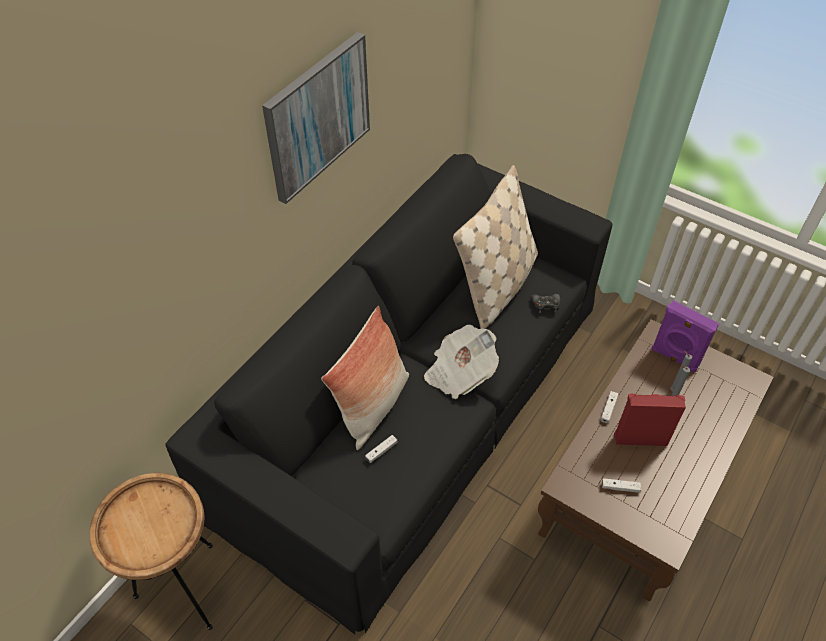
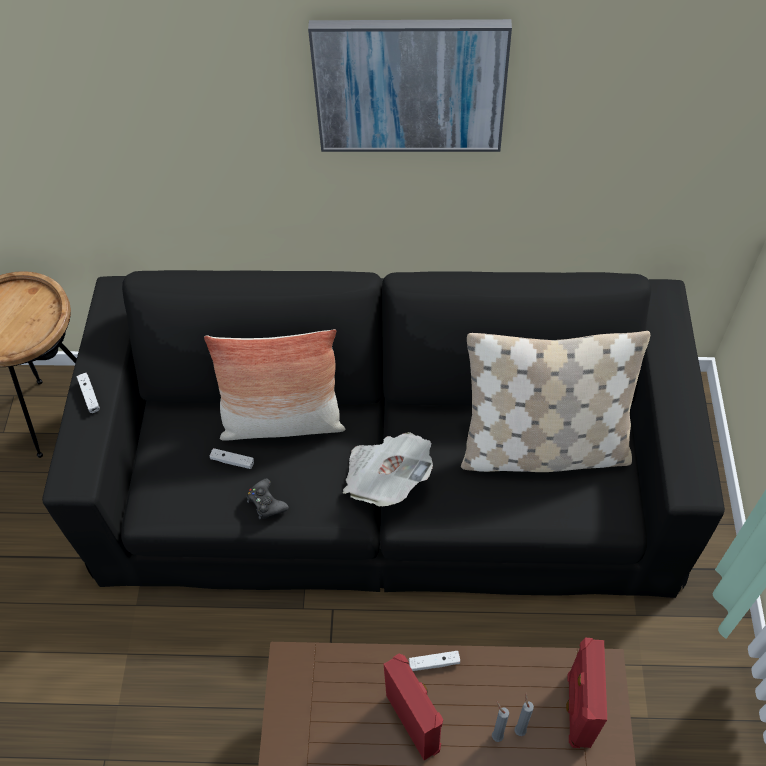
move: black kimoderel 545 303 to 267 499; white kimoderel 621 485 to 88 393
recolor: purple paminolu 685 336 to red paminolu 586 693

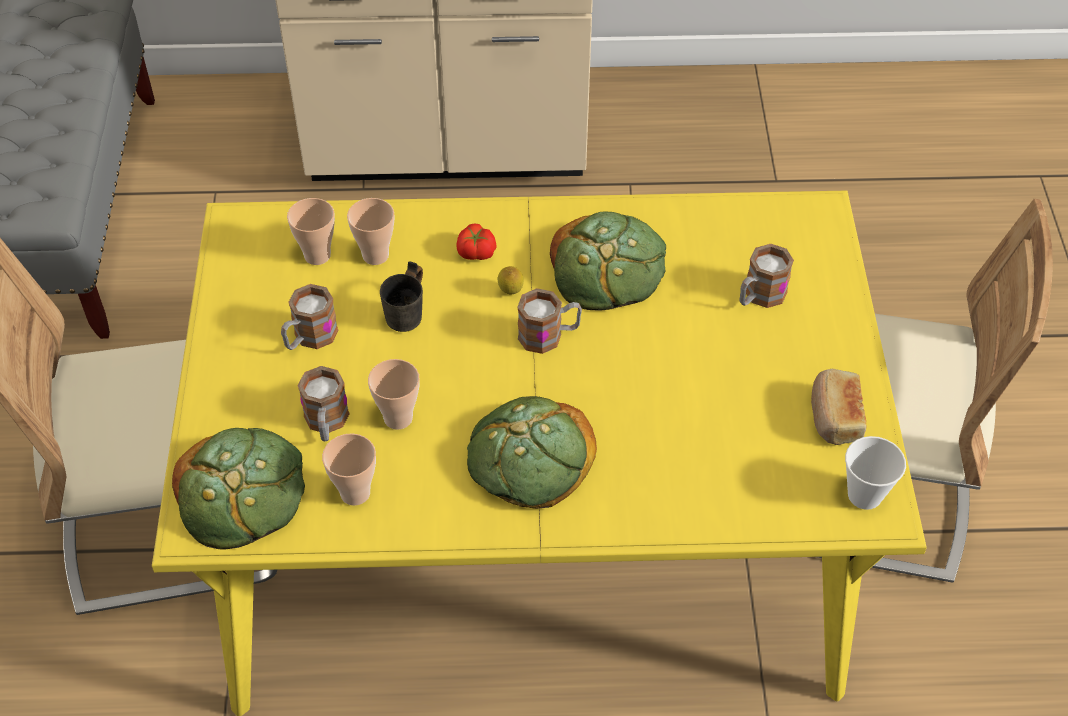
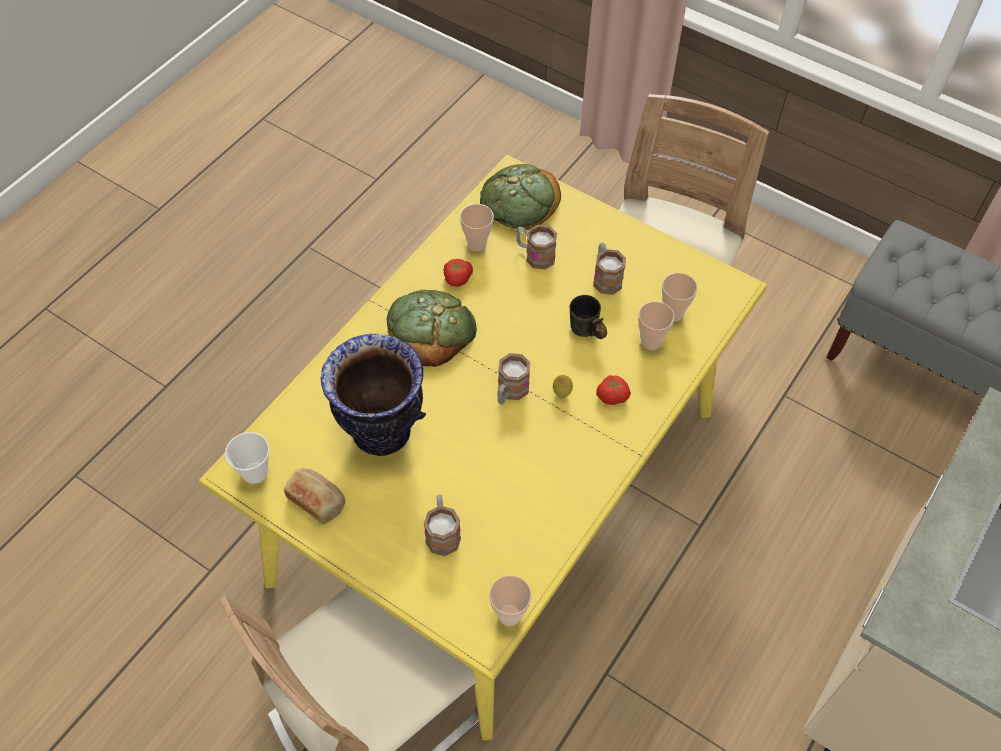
delete: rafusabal 608 261
insert: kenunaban 373 395; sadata 458 273
move: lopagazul 394 394 to 510 600

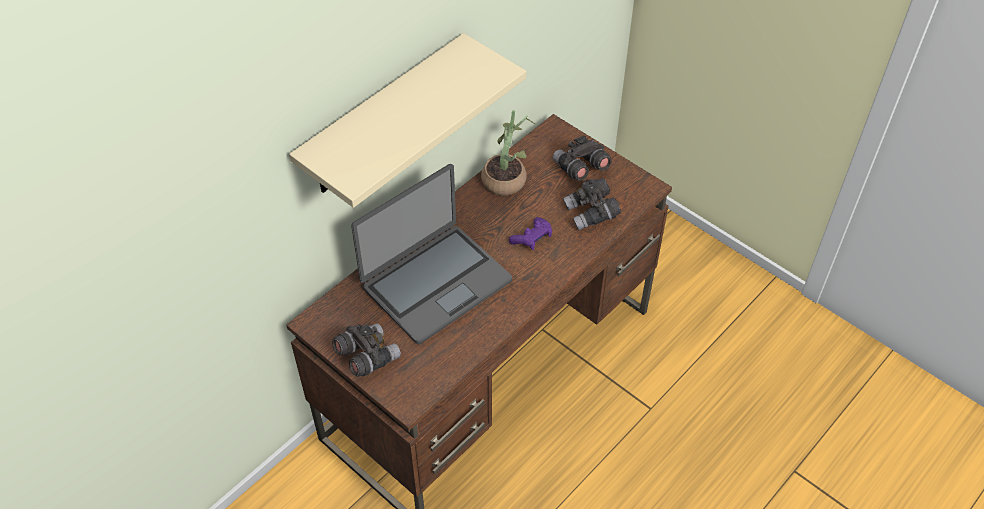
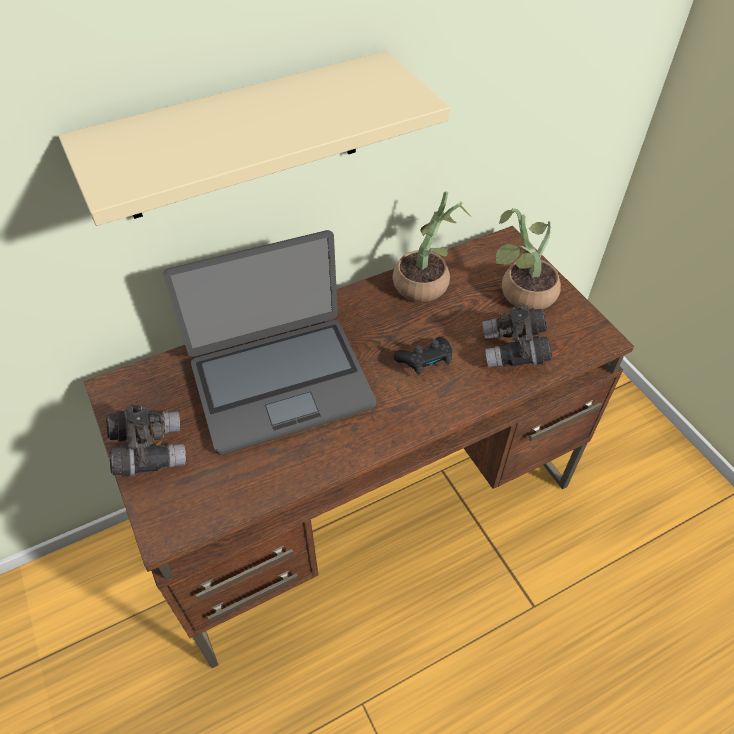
replace: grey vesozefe 582 158 to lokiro 528 259
recolor: purple kimoderel 530 233 to black kimoderel 423 356

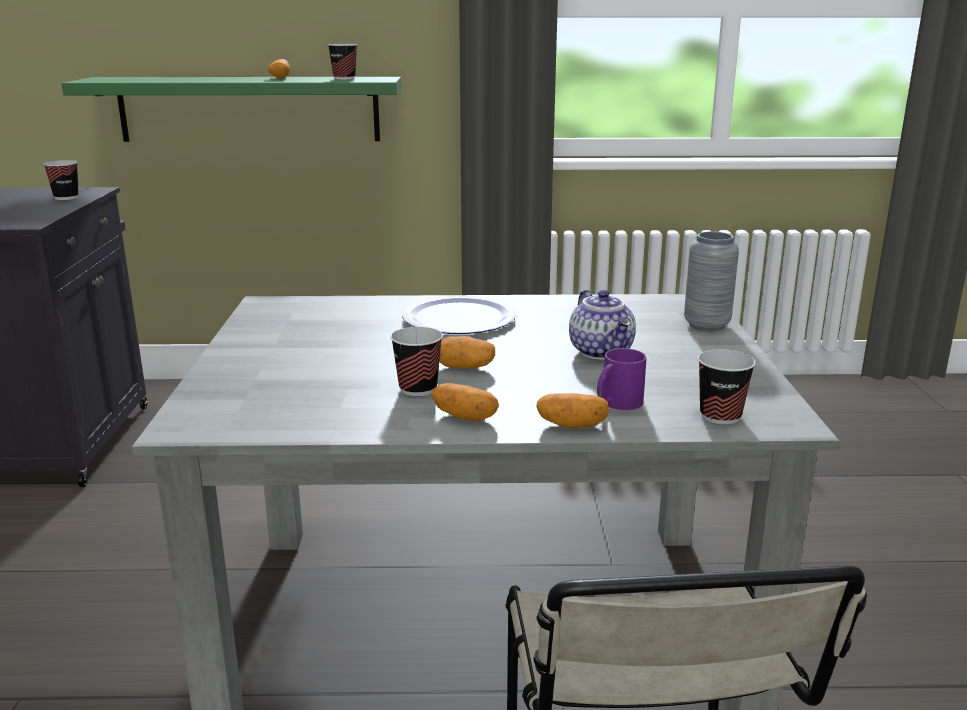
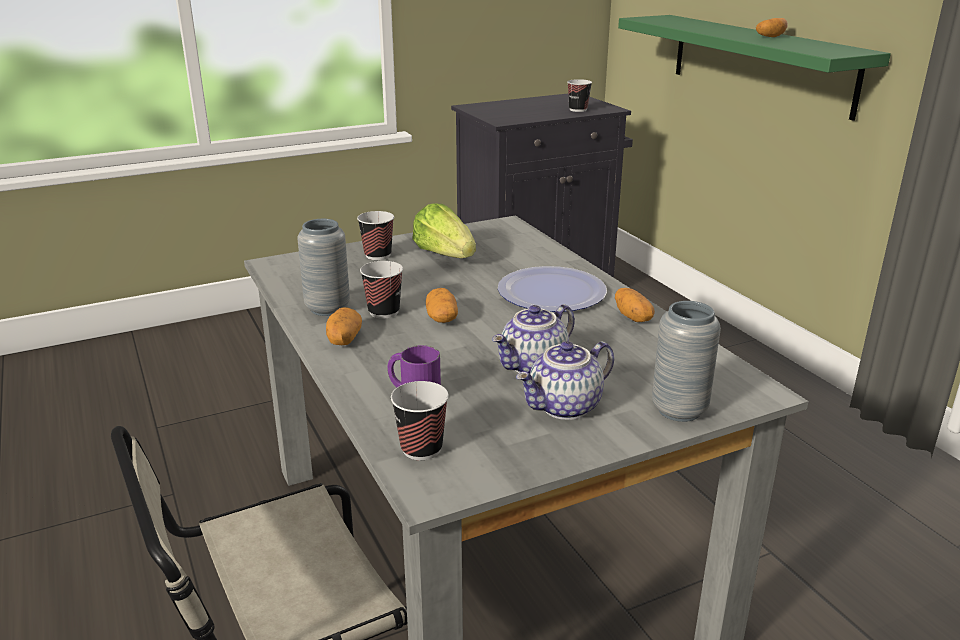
insert: grey kenunaban 323 267; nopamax 444 231; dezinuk 565 380
move: lopagazul 343 62 to 375 235; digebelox 573 410 to 635 305

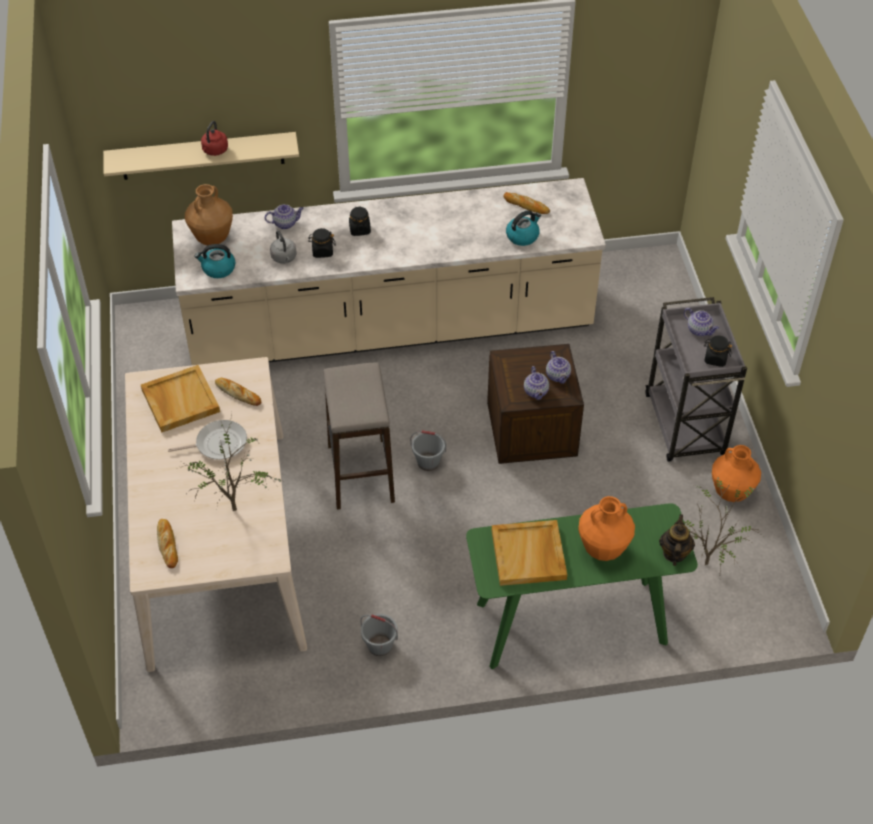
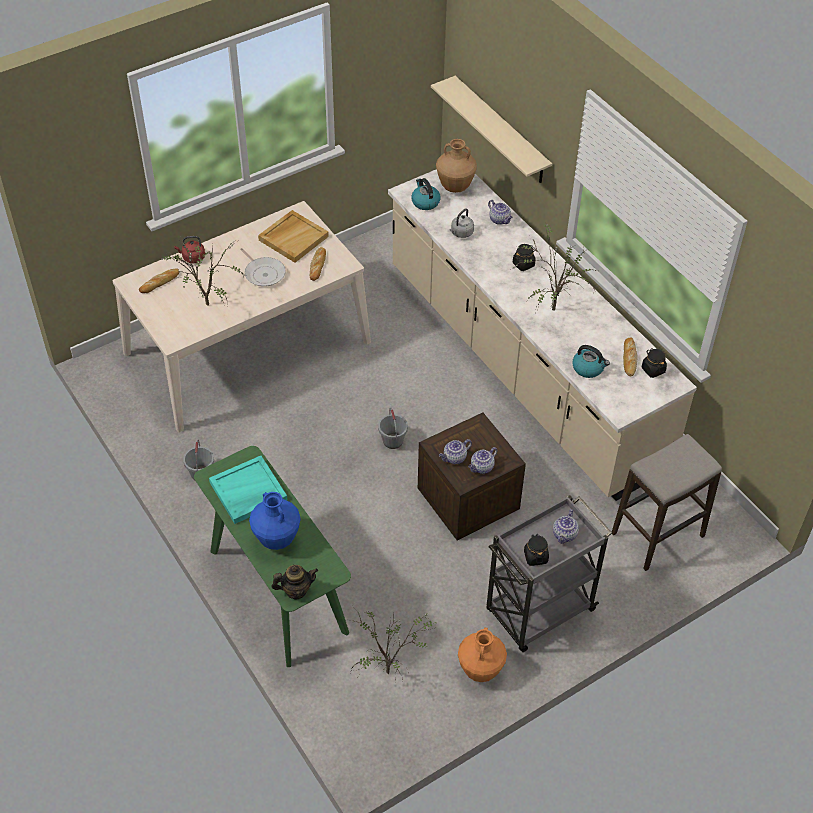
insert: lokiro 556 267
move: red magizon 214 138 to 189 249; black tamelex 322 243 to 654 363; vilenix 359 436 to 667 502
recolor: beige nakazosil 529 553 to turquoise nakazosil 248 490; orange kenunaban 606 528 to blue kenunaban 275 521

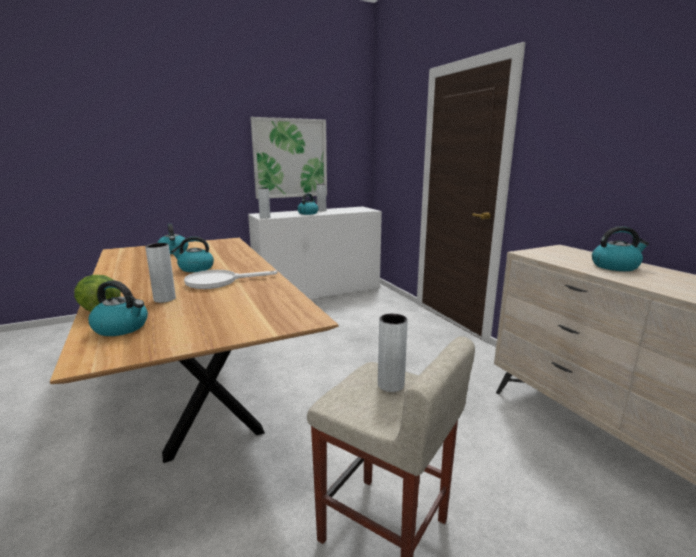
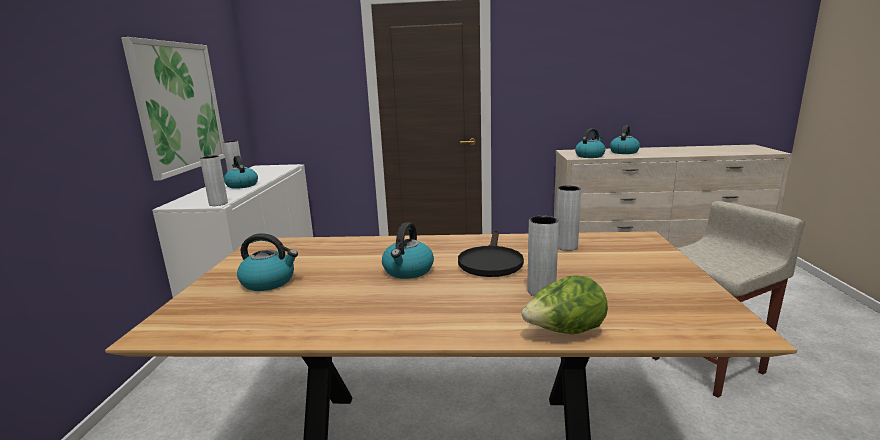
move: magizon 118 308 to 590 143; grey kenunaban 393 352 to 568 218
recolor: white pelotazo 230 279 to black pelotazo 491 253

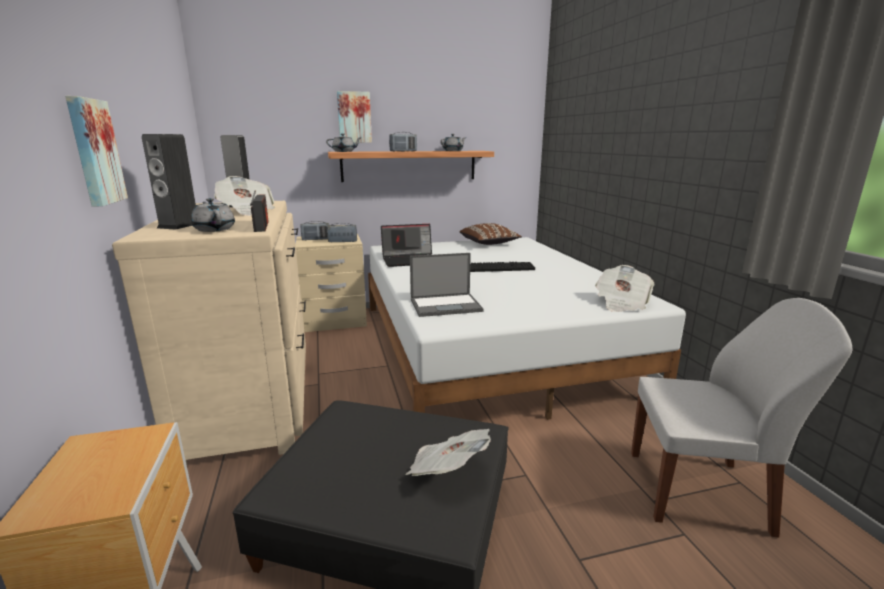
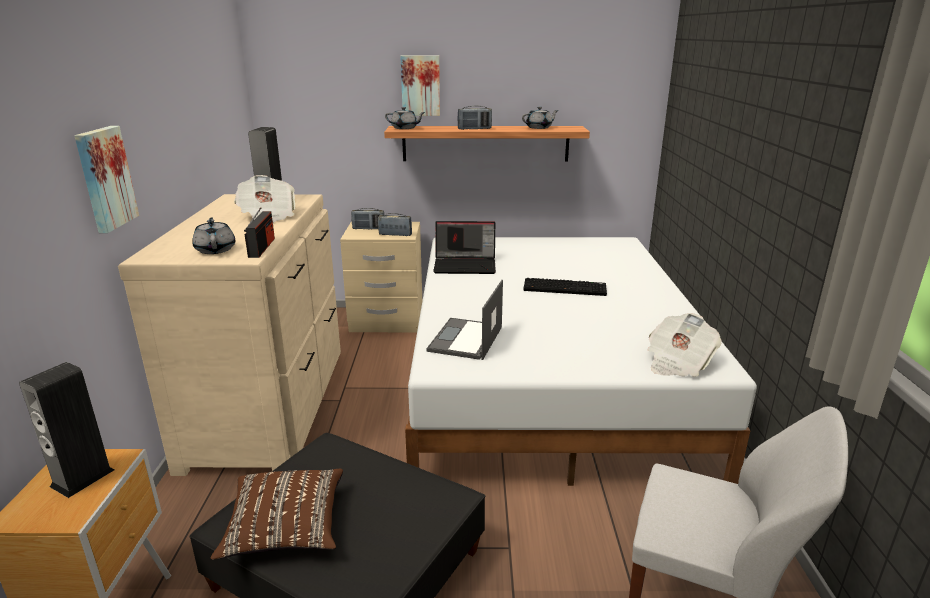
delete: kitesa 448 452
move: paminolu 169 181 to 66 430; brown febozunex 491 234 to 276 514
rotate: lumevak 447 285 = 465 320 105 degrees clockwise

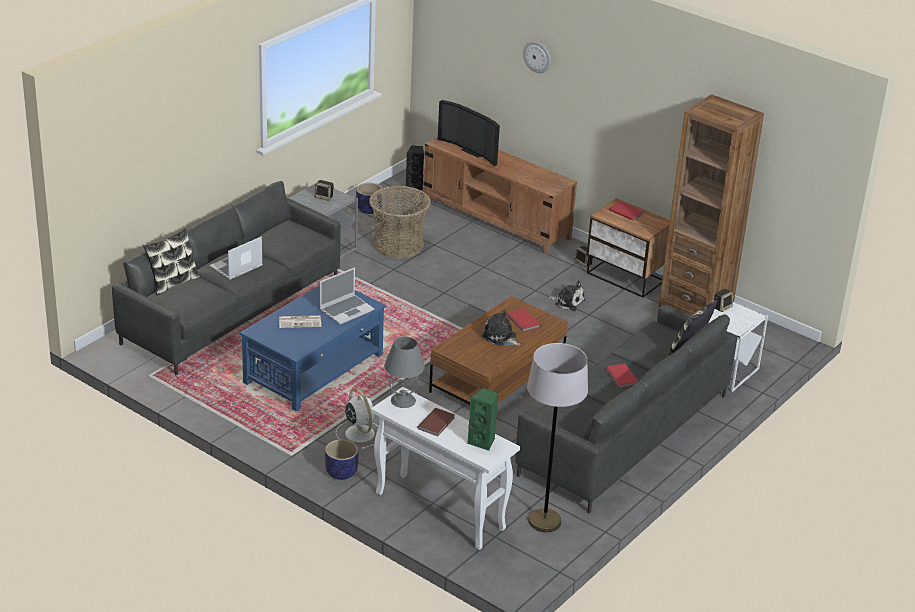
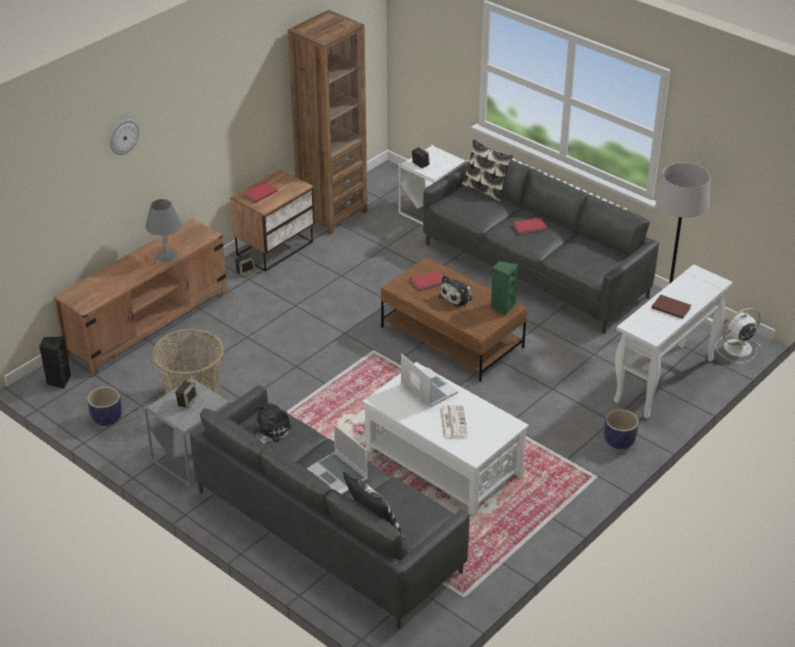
delete: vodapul 469 133
move: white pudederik 357 418 to 738 335; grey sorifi 404 372 to 163 231; green paminolu 482 419 to 504 288; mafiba 566 296 to 272 423
recolor: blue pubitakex 313 348 to white pubitakex 446 439

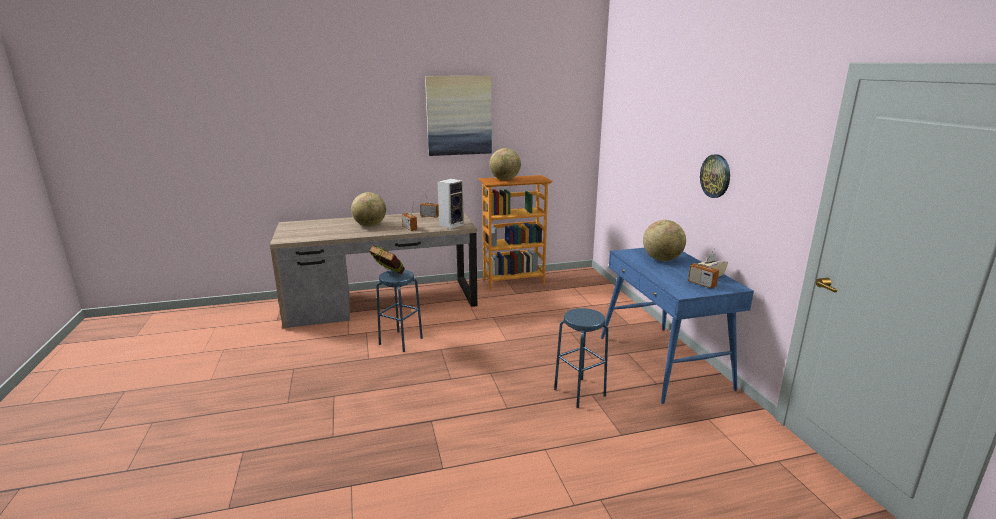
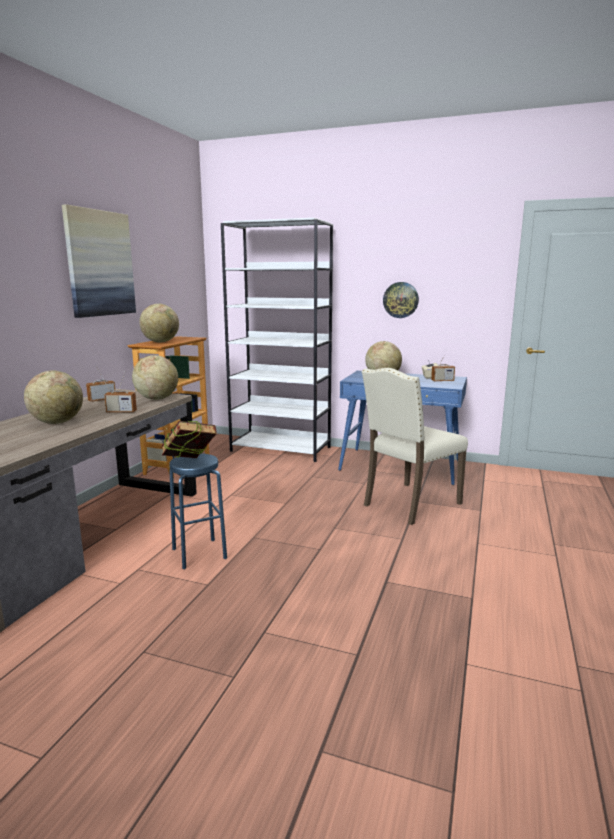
insert: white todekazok 277 340
replace: paminolu 450 204 to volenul 155 377; blue vilenix 581 358 to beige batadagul 415 446

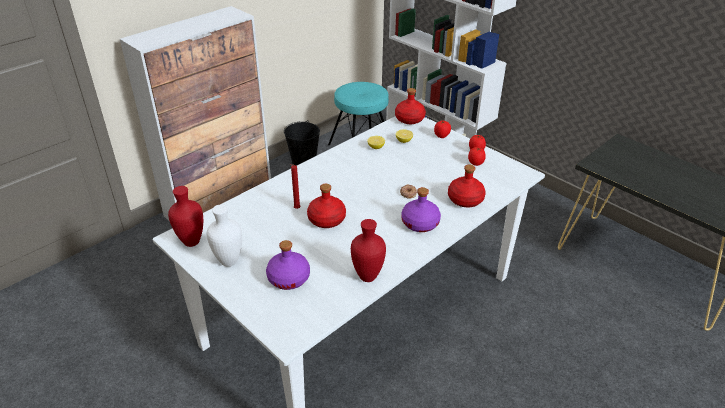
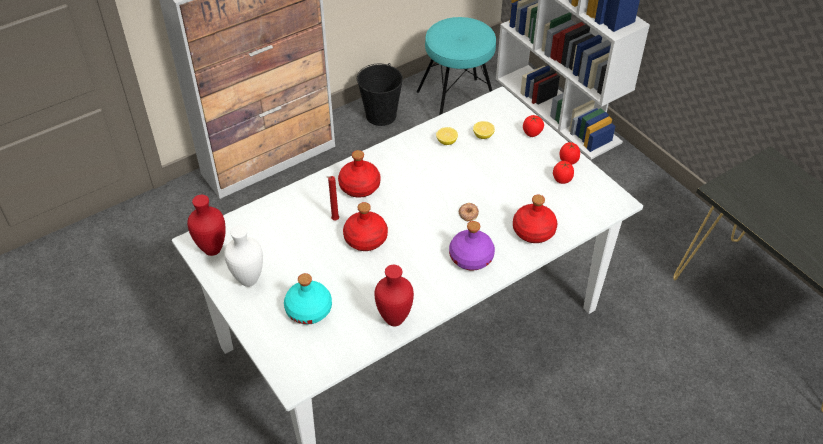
move: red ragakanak 410 106 to 359 174
recolor: purple ragakanak 288 265 to turquoise ragakanak 308 299

